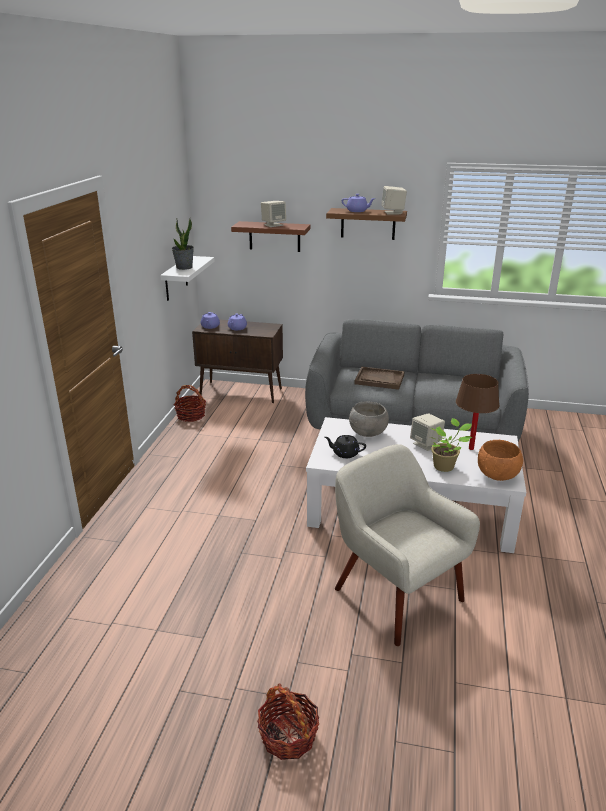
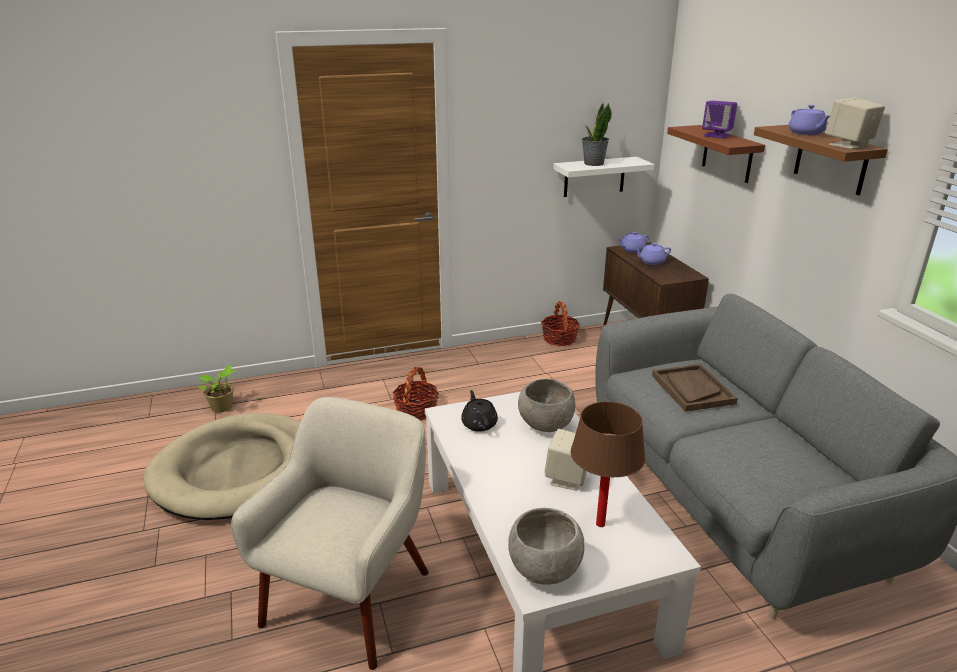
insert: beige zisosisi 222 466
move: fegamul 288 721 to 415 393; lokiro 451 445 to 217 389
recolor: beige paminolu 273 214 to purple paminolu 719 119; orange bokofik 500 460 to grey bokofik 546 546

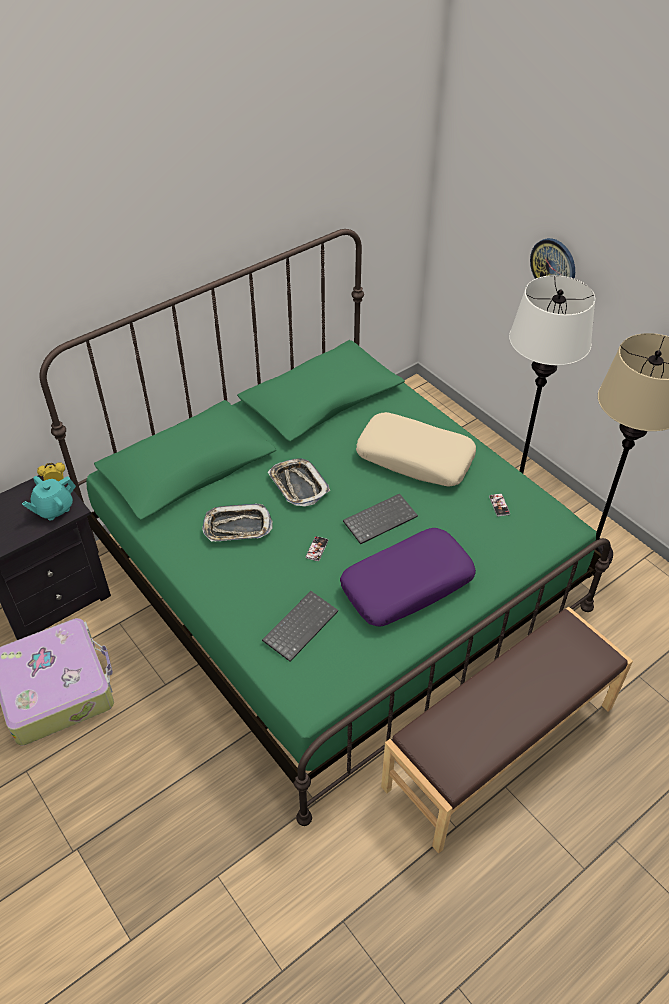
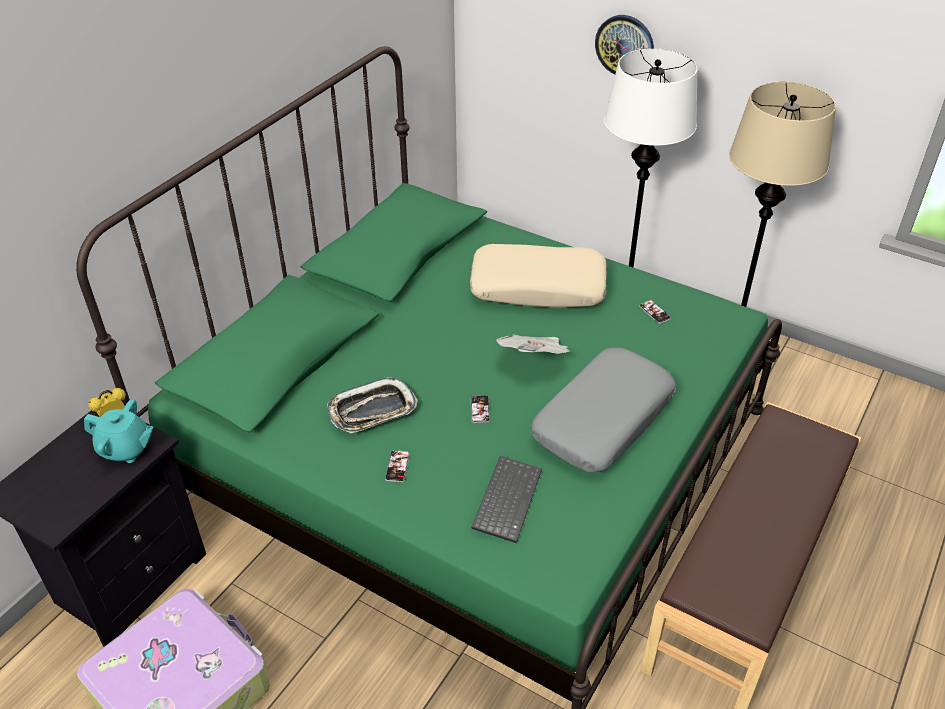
delete: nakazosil 299 482
insert: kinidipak 397 466
replace: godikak 380 519 to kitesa 533 344
recolor: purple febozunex 408 577 to grey febozunex 603 410
rotate: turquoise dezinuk 49 498 = 119 431 105 degrees counterclockwise

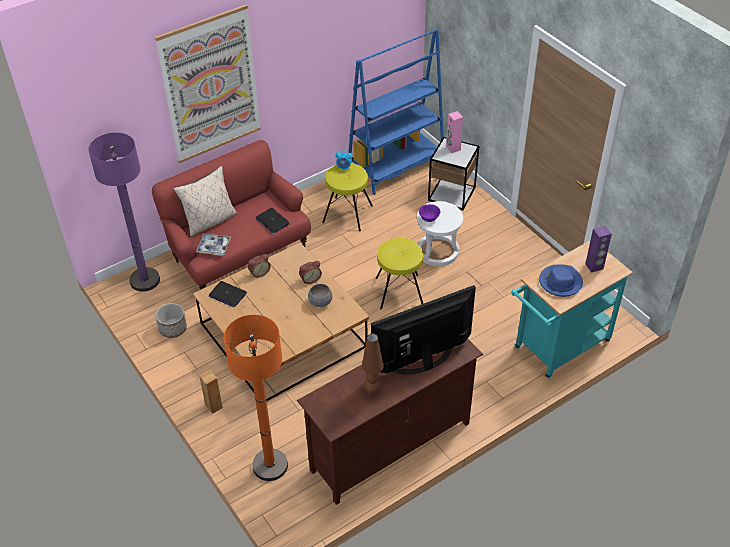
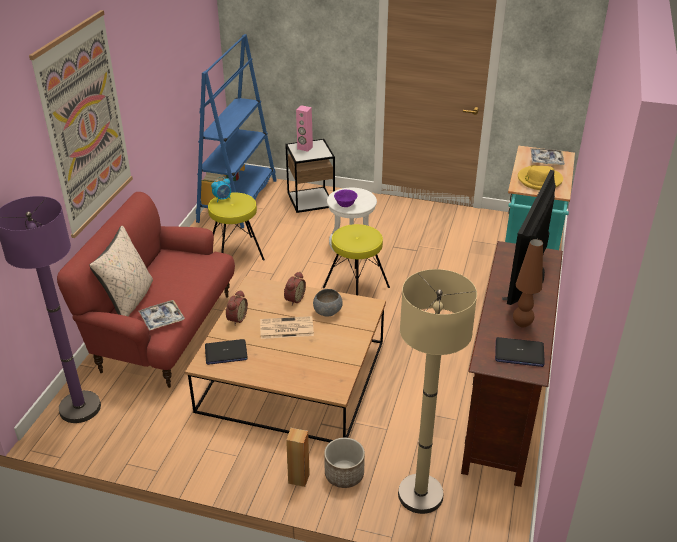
insert: kitesa 287 327
move: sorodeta 171 320 to 344 463; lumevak 273 220 to 520 352
replace: purple paminolu 599 249 to nakazosil 548 157
recolor: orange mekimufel 256 398 to beige mekimufel 437 391; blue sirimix 561 280 to yellow sirimix 540 177

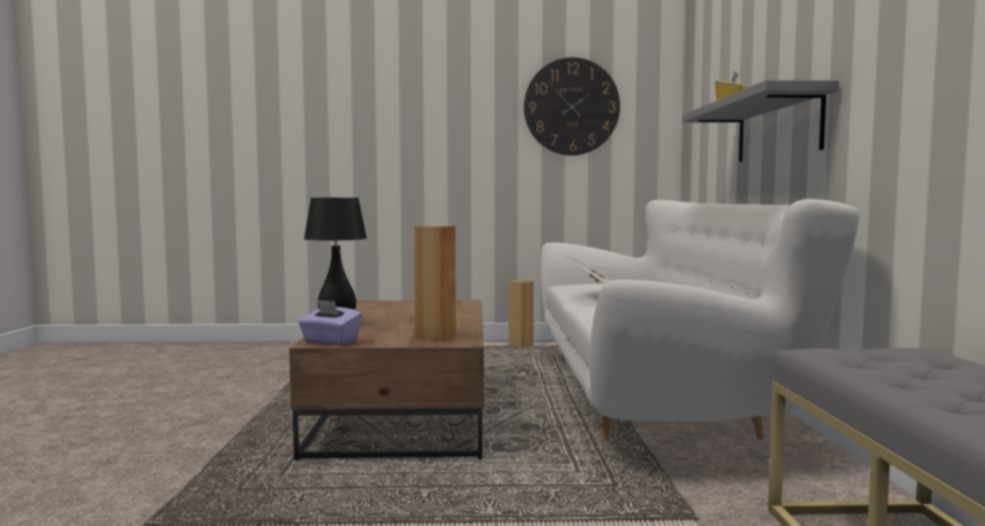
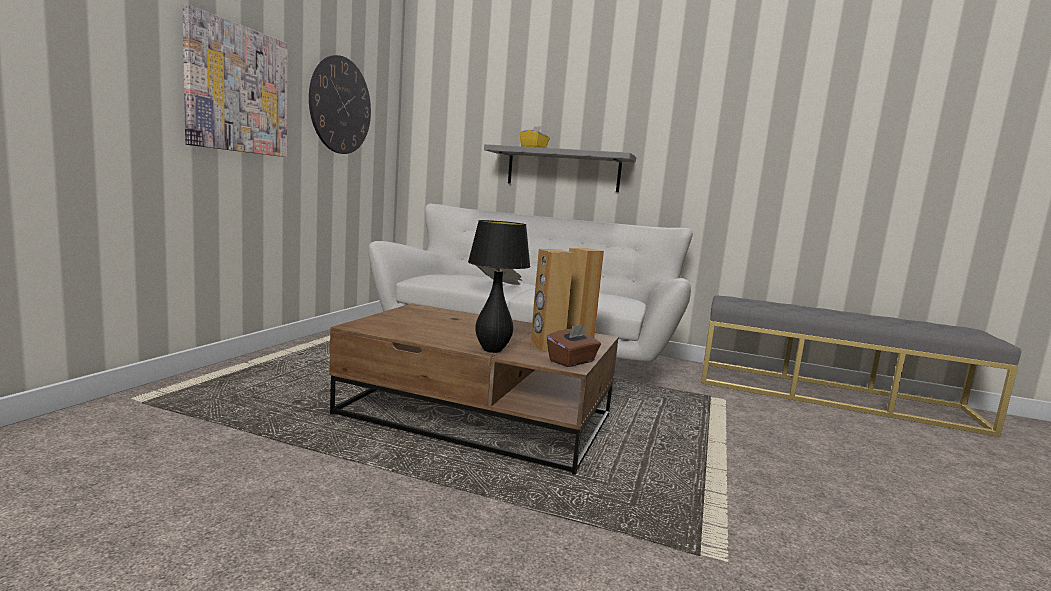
insert: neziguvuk 235 80
move: brown paminolu 521 314 to 552 300
recolor: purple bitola 330 322 to brown bitola 574 345

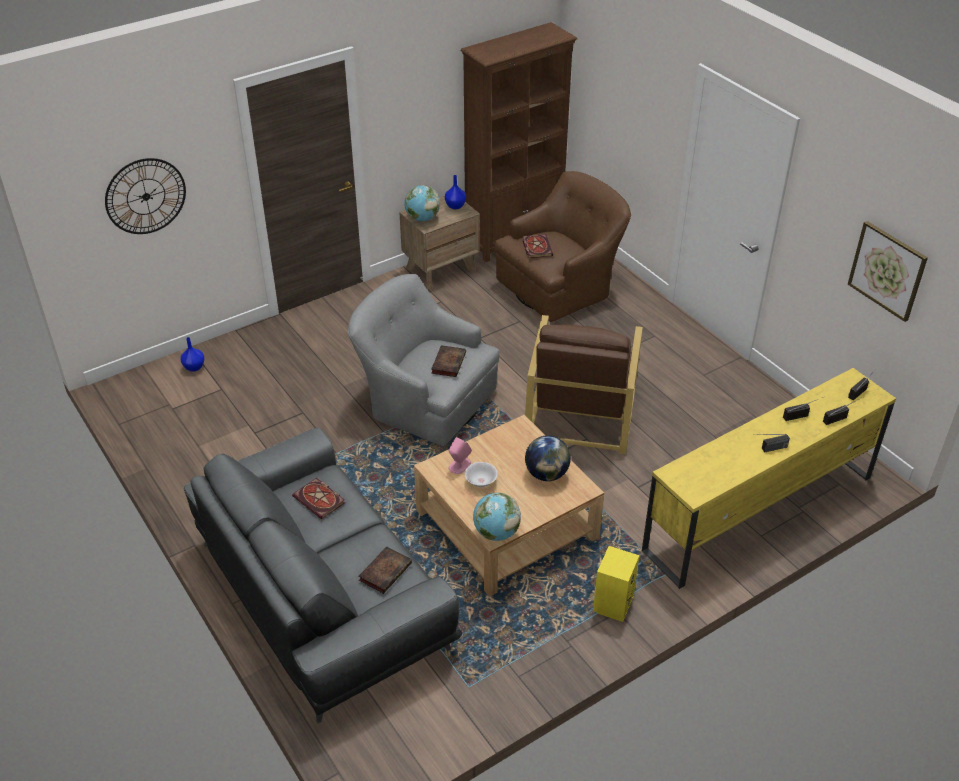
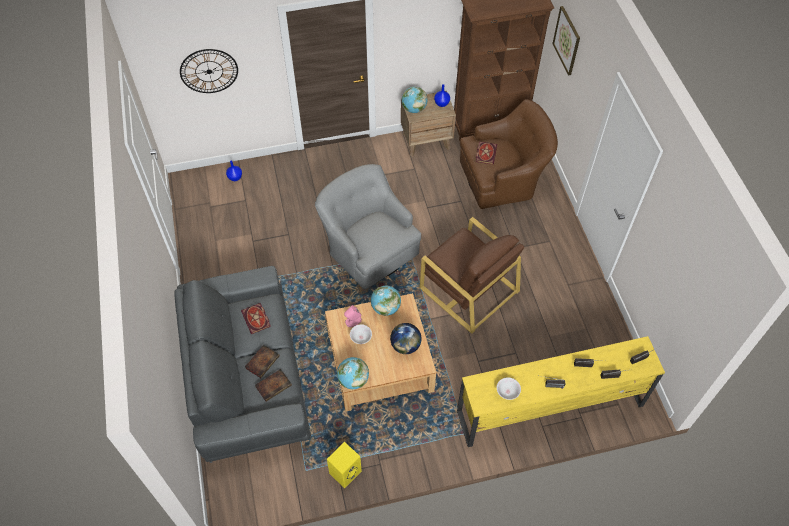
insert: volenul 386 301; white bokofik 509 388
move: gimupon 448 361 to 262 361; yellow paminolu 616 584 to 344 465; neziguvuk 888 271 to 566 40
rotate: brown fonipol 584 384 = 472 275 75 degrees counterclockwise

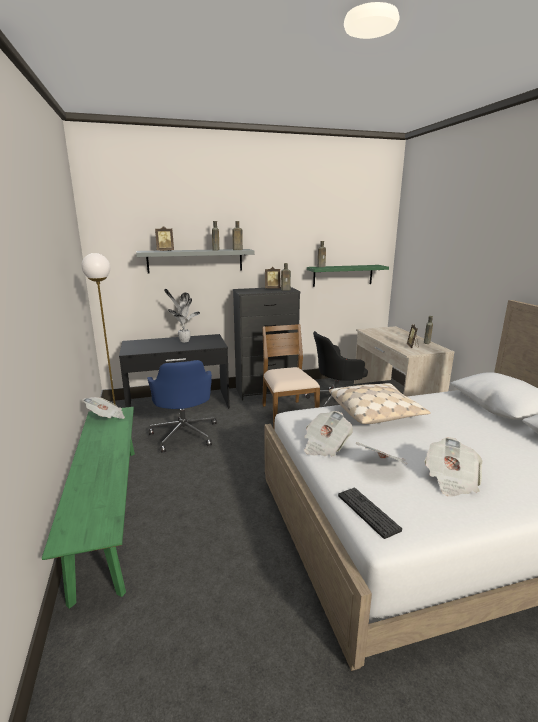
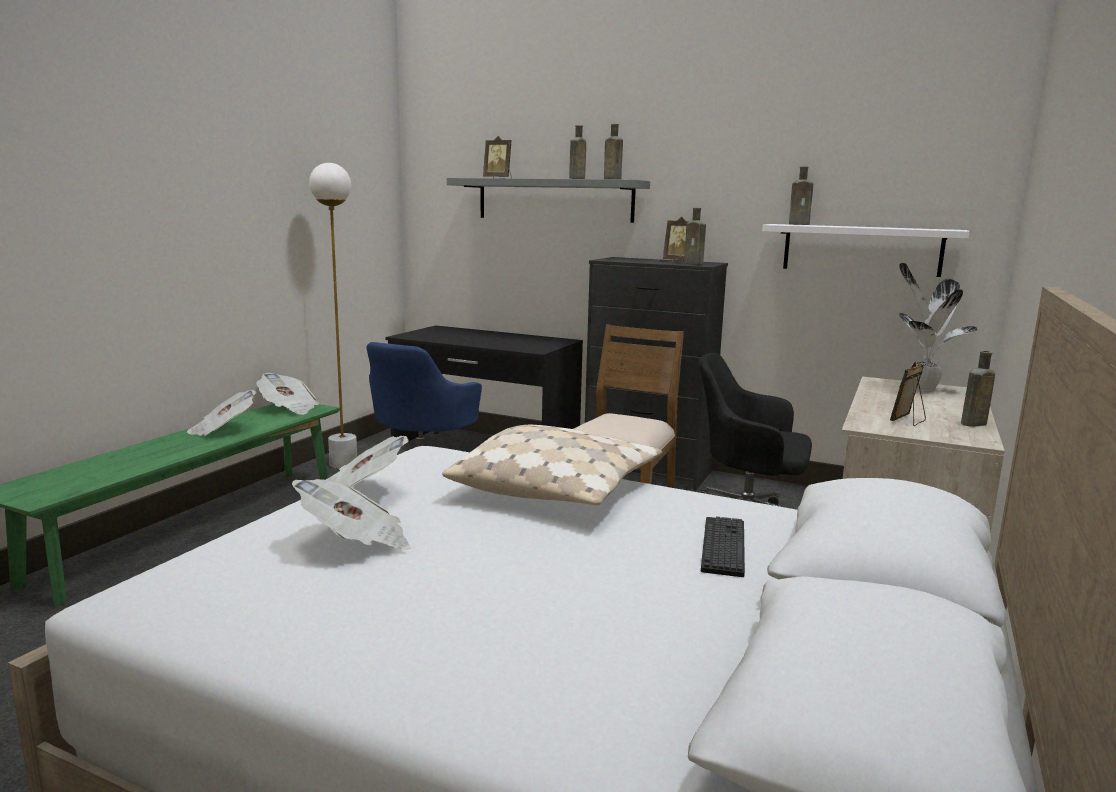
move: lokiro 182 315 to 938 327; godikak 370 513 to 723 547; kitesa 453 467 to 221 413
recolor: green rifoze 348 276 to white rifoze 866 250

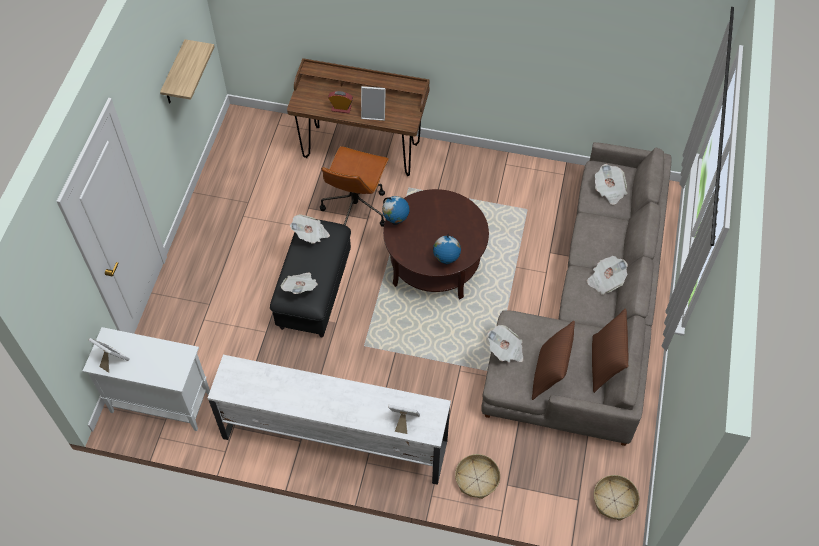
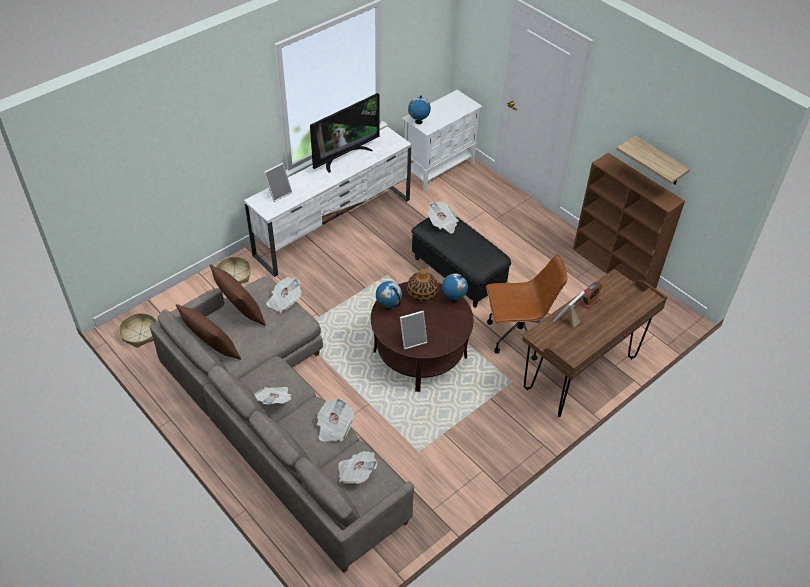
insert: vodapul 345 133; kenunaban 422 285; volenul 419 109; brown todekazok 629 220
move: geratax 109 355 to 413 330; kitesa 310 229 to 336 419
rotate: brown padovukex 354 186 = 526 307 120 degrees clockwise

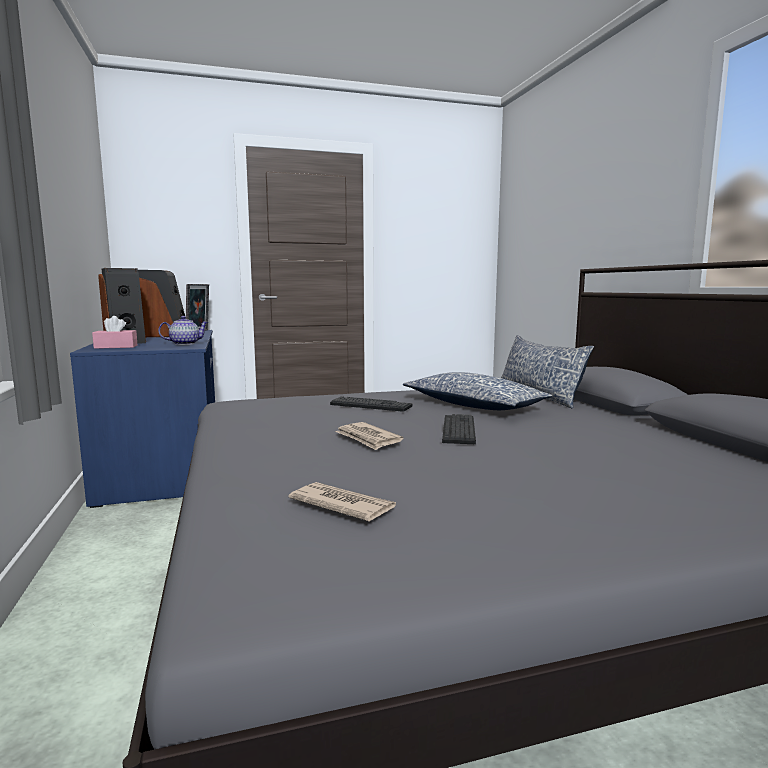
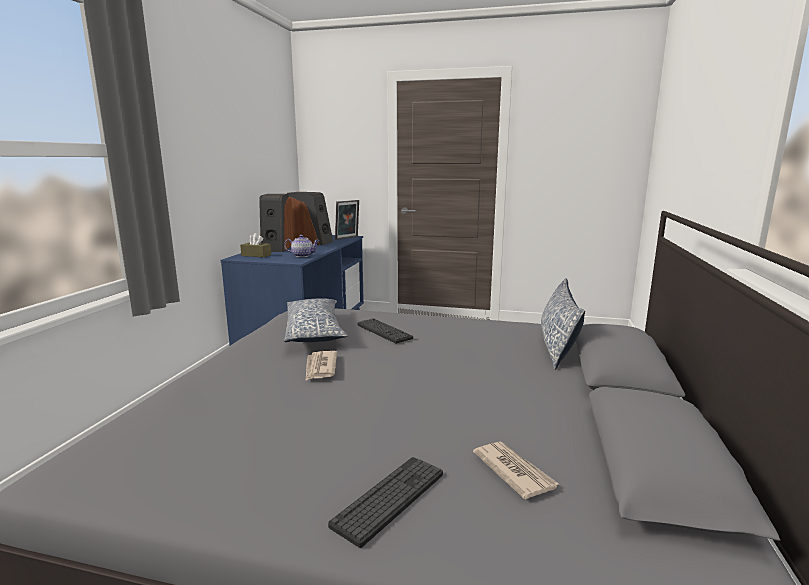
move: kitesa 342 501 to 516 470; febozunex 478 391 to 316 320; godikak 459 429 to 385 502
recolor: pink bitola 114 332 to brown bitola 255 245

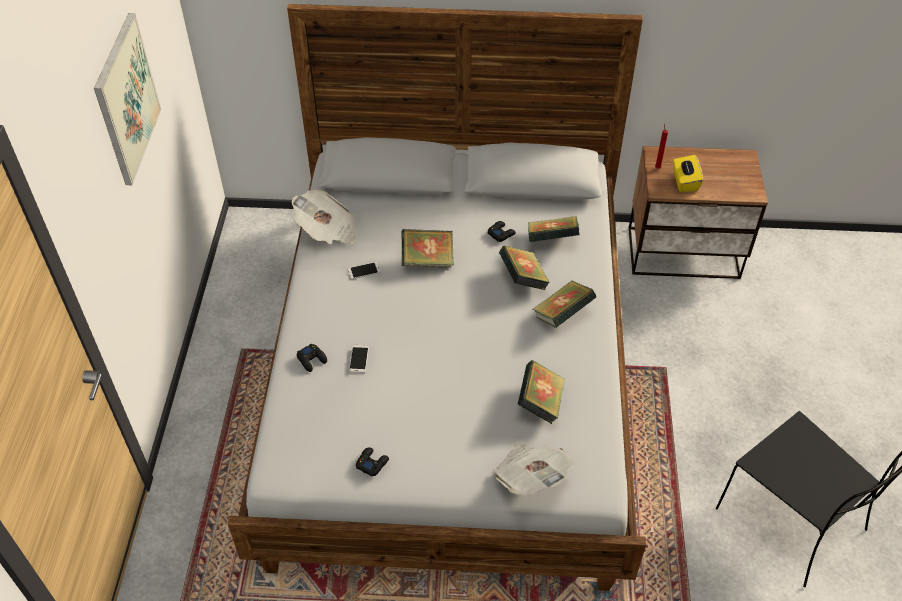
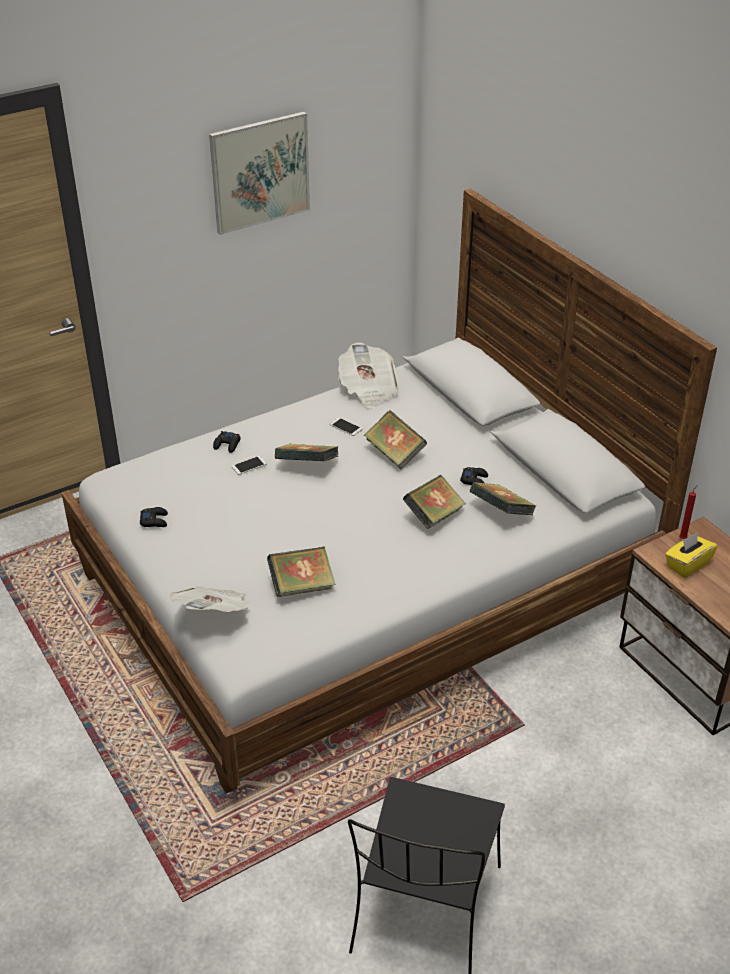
move: gimupon 565 304 to 306 452

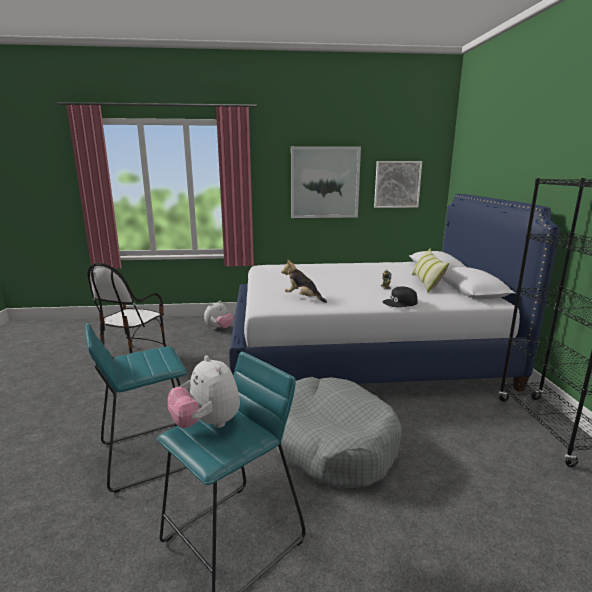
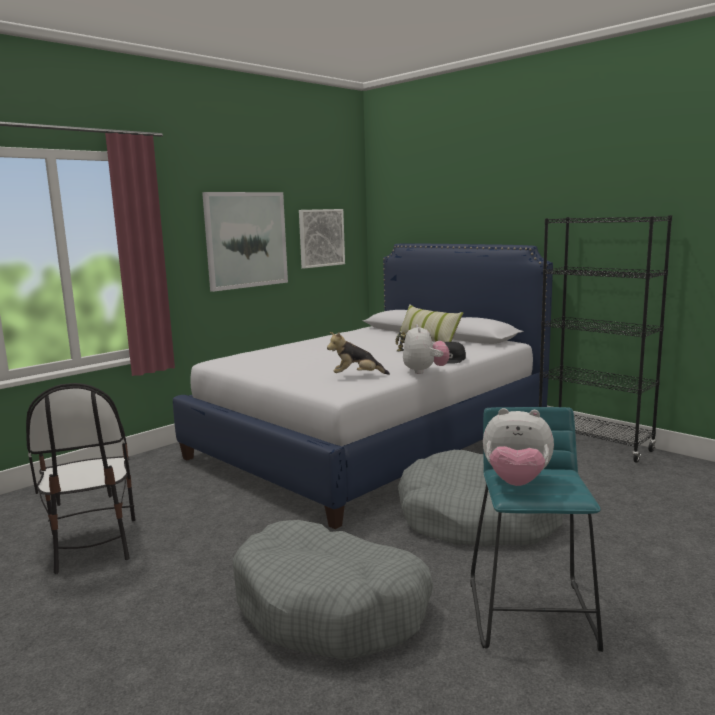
move: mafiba 218 315 to 426 349
replace: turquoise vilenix 136 408 to grey zisosisi 332 590

